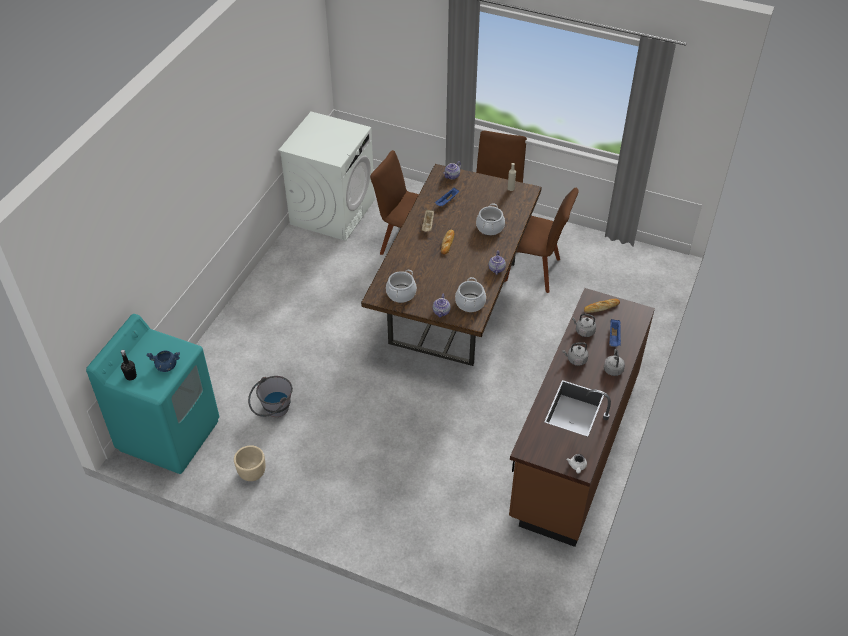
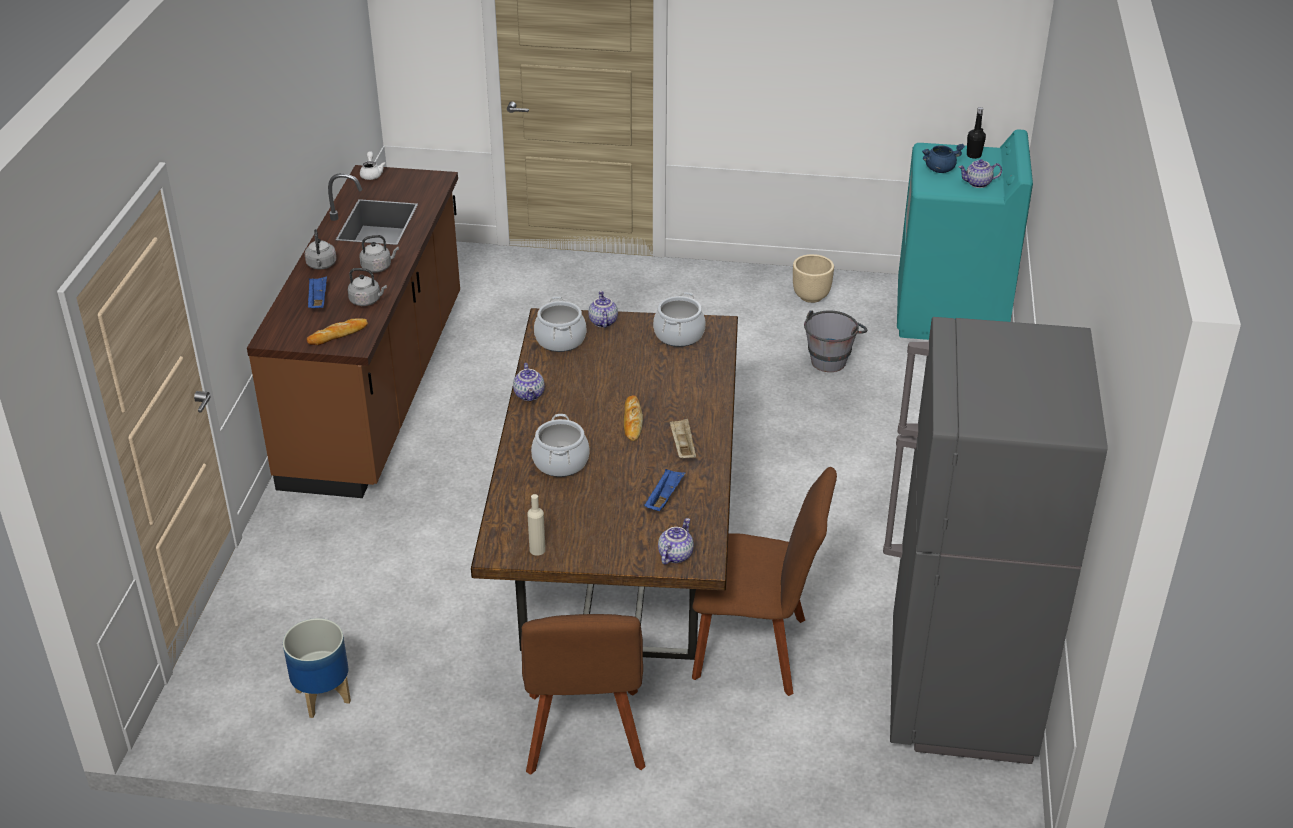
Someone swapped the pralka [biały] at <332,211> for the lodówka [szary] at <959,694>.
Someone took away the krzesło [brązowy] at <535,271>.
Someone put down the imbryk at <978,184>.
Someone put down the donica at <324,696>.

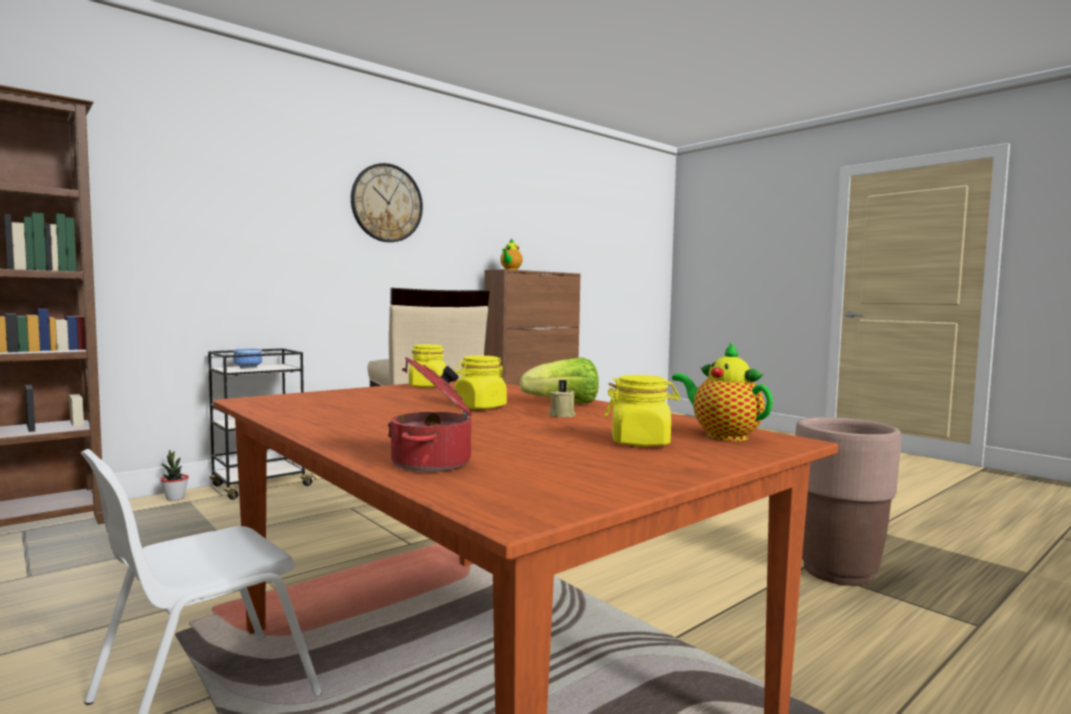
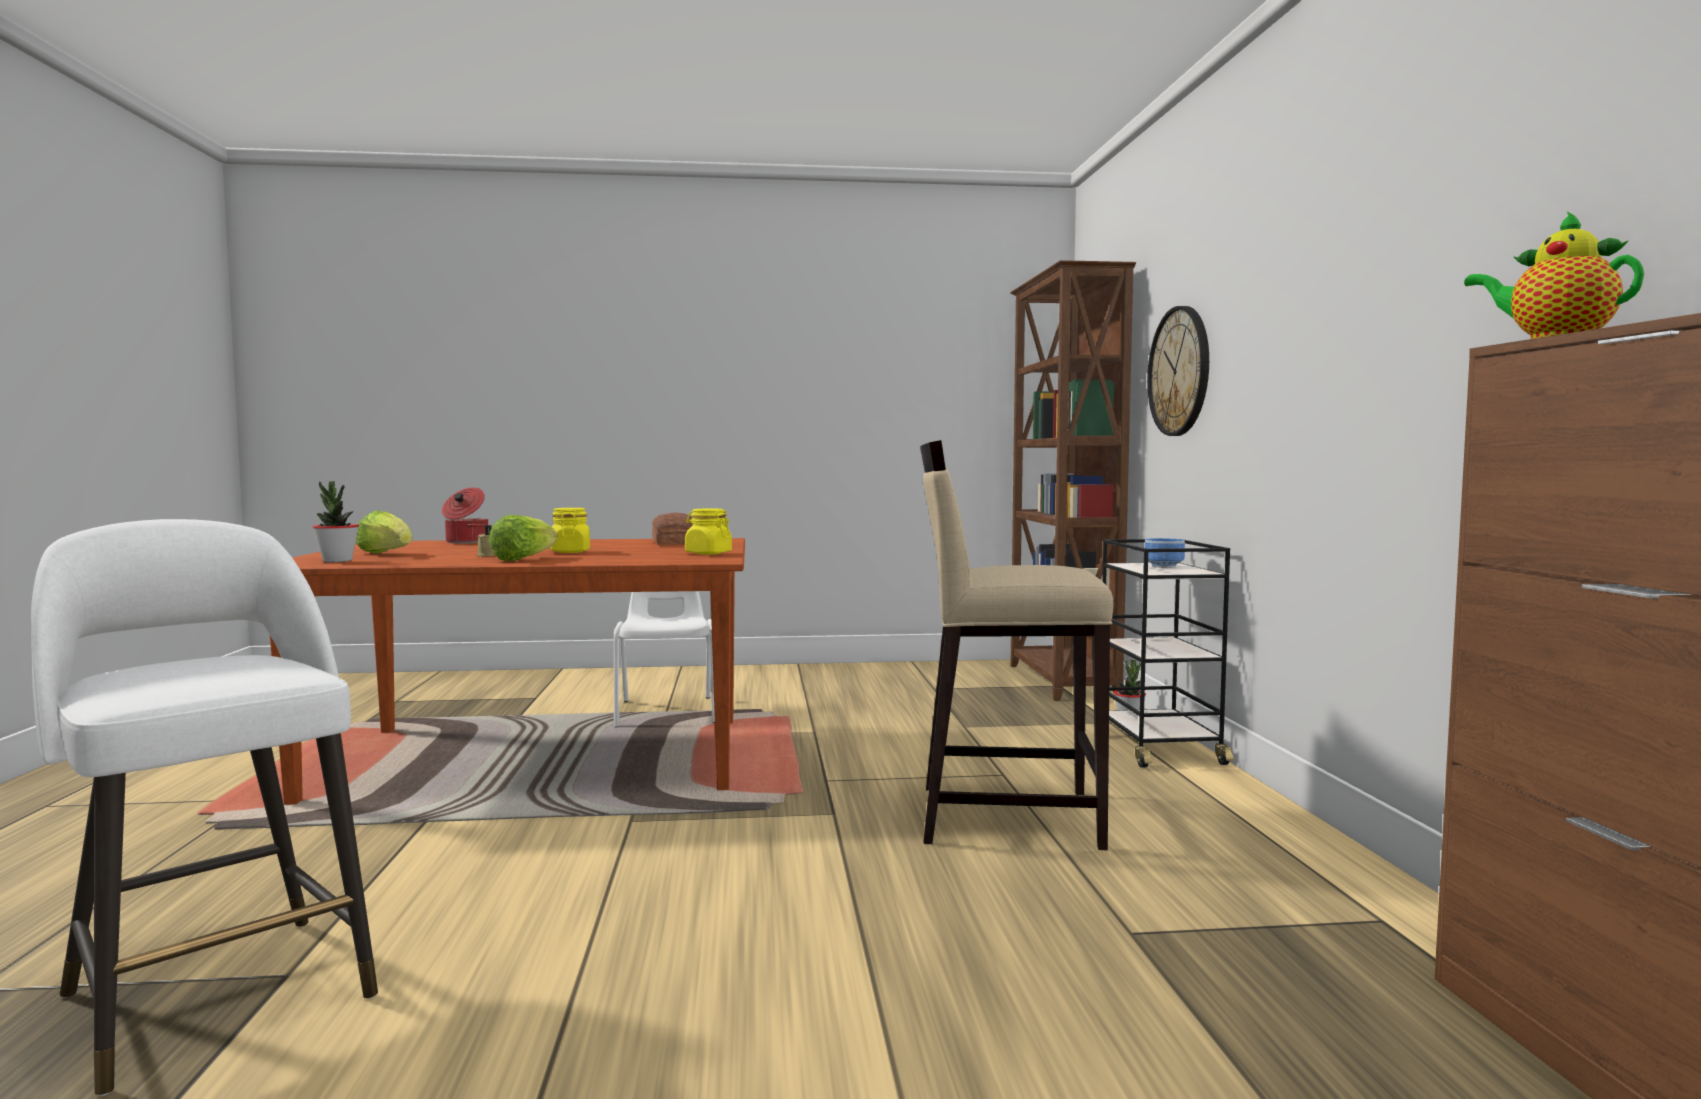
Someone carried the zegar ścienny from <387,203> to <1179,371>.
Someone swapped the imbryk at <722,435> for the roślina doniczkowa at <337,561>.
Someone swapped the słoik [żółty] at <640,442> for the sałata at <387,554>.
Someone swapped the donica [brązowy] at <837,572> for the stołek [biały] at <217,991>.
Someone put down the chleb at <676,542>.

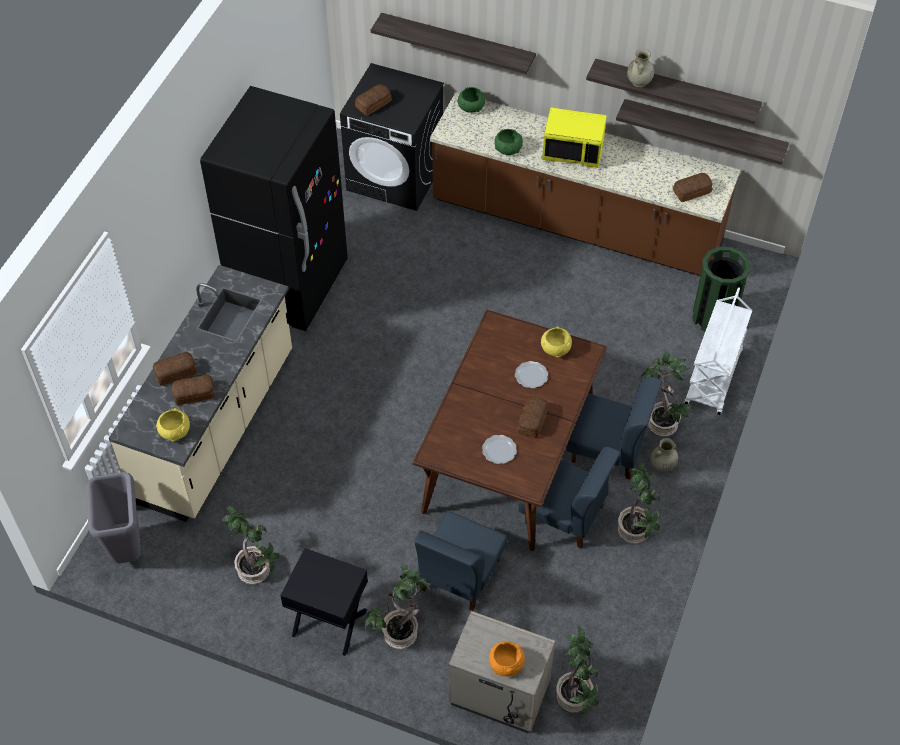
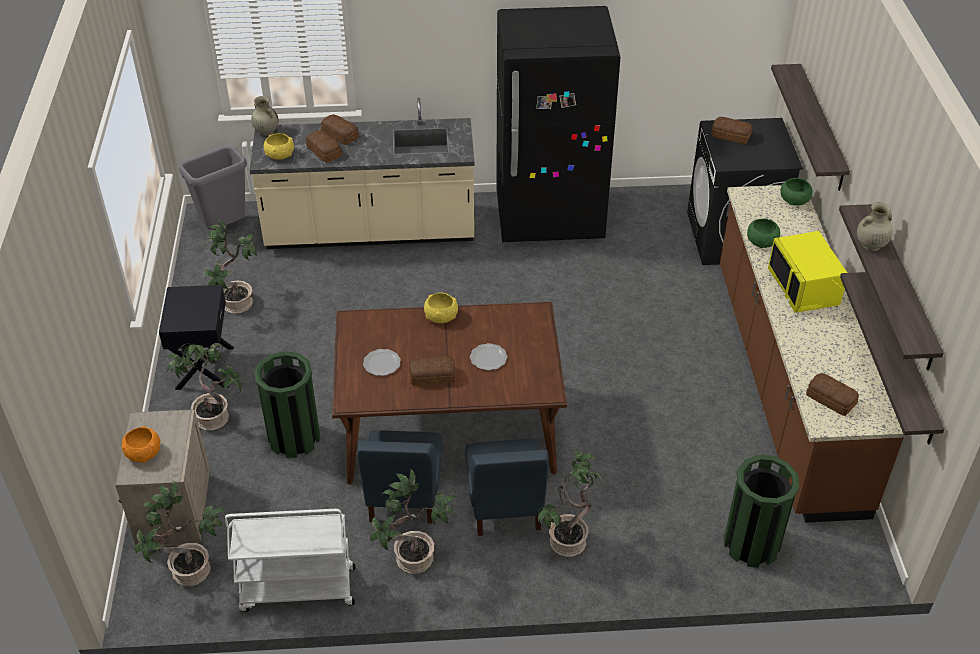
Someone carried the wózek [biały] from <713,378> to <297,590>.
Someone carried the miska [żółty] from <555,348> to <441,316>.
Someone carried the wazon [beżowy] from <662,465> to <266,131>.
Someone swapped the krzesło [niebieski] at <459,575> for the kosz na śmieci [zielony] at <294,438>.

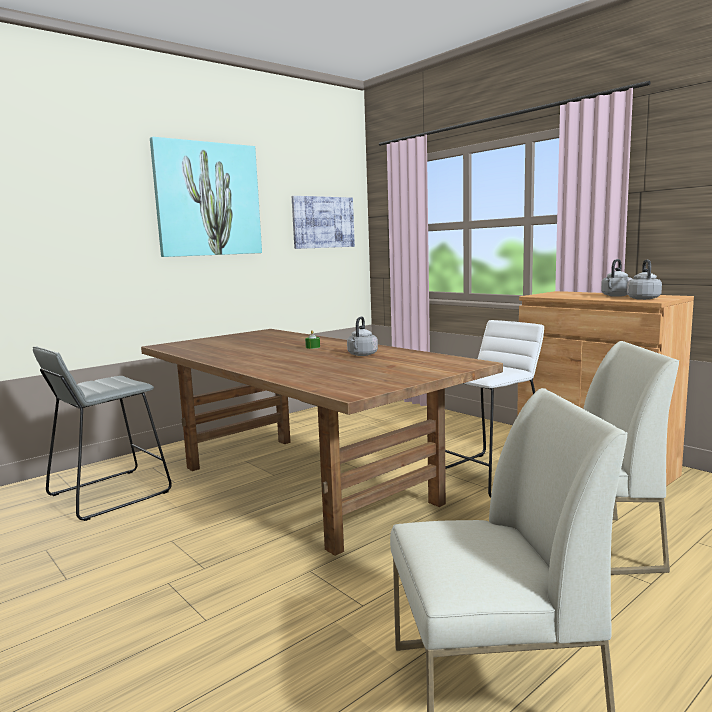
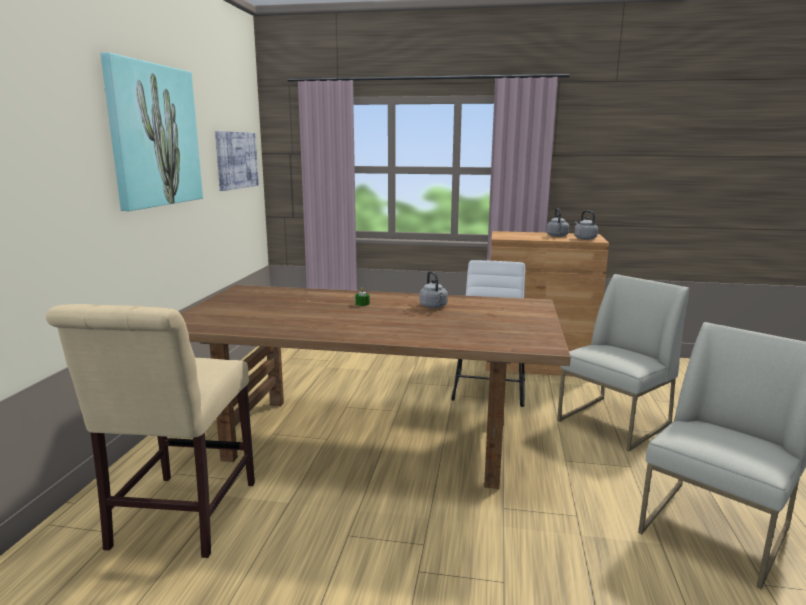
Someone swapped the stołek [szary] at <109,493> for the krzesło [beżowy] at <179,519>.

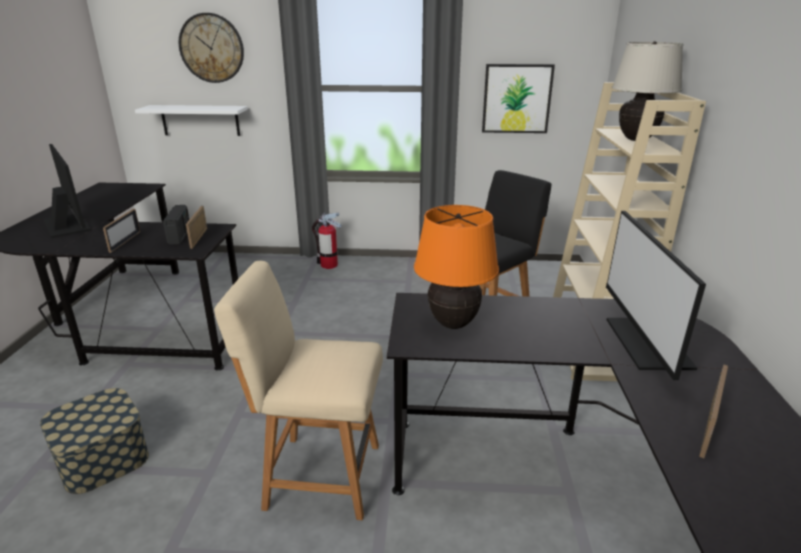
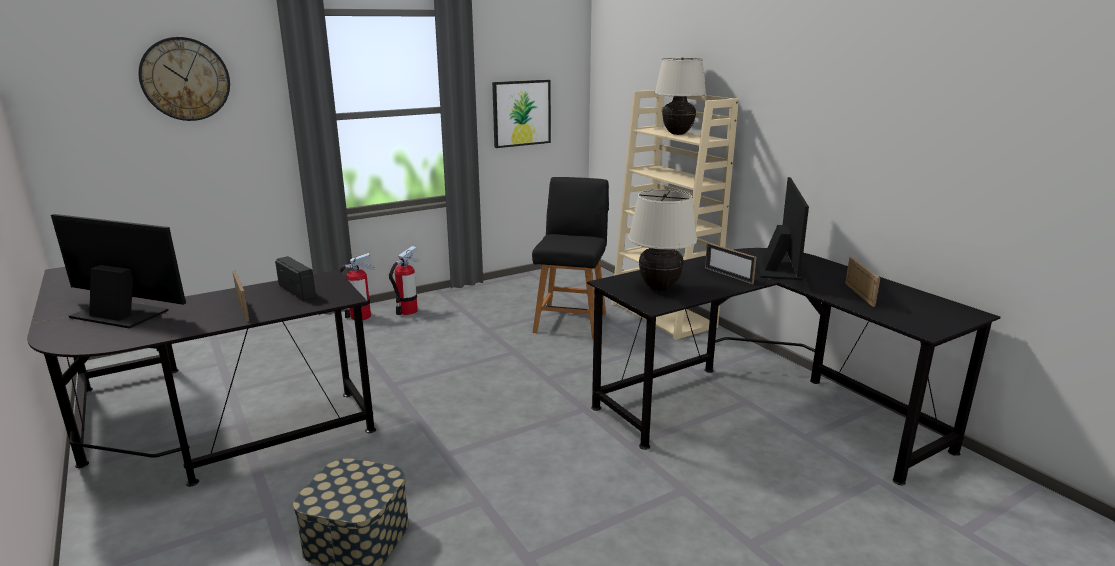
Someone took away the półka [biały] at <200,120>.
Someone repainted the lampa stołowa [pomarańczowy] at <453,324>, which became the lampa stołowa [beżowy] at <659,288>.
Someone carried the ramka na zdjęcie from <199,238> to <728,275>.
Someone rotated the monitor at <646,343> by 135 degrees counterclockwise.
Someone took away the krzesło [beżowy] at <318,475>.
Someone put down the gaśnica at <407,311>.

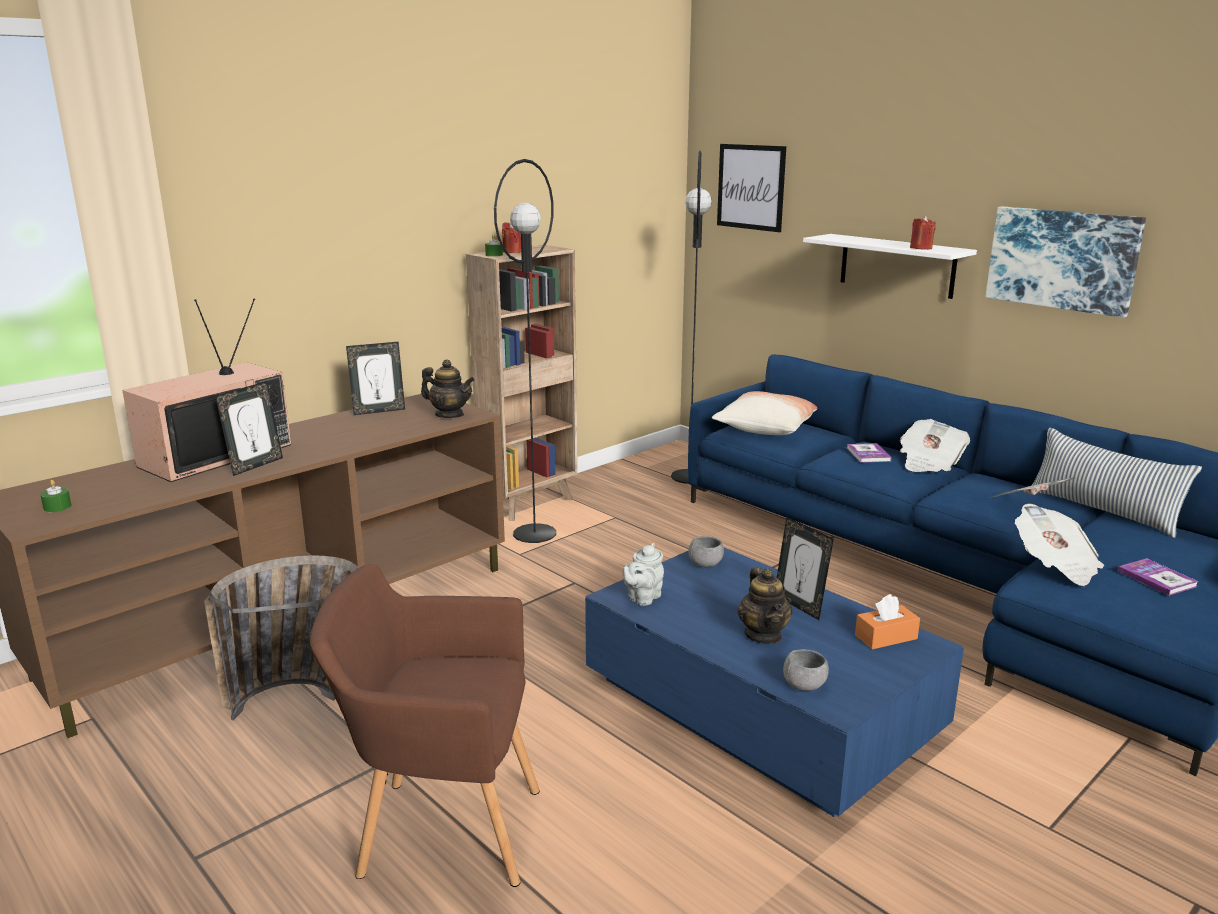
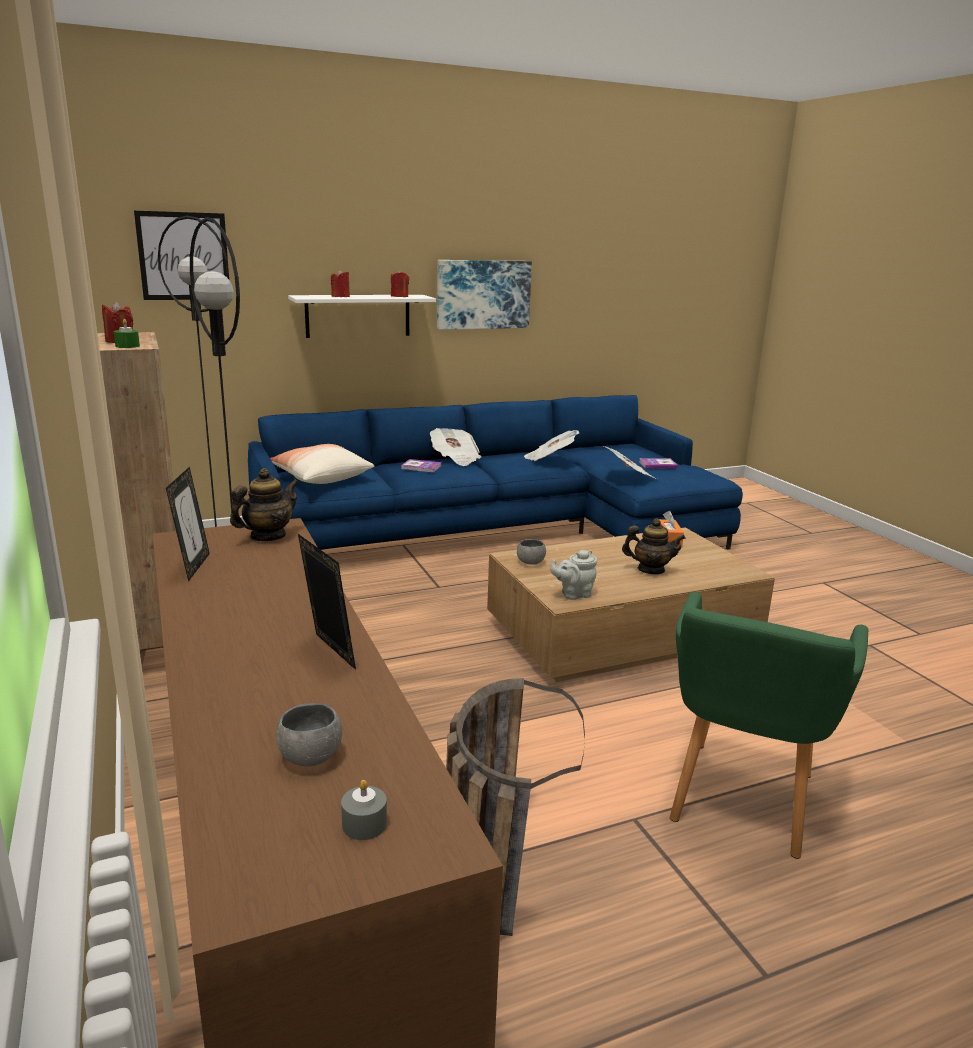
Someone took away the telewizor at <216,455>.
Someone took away the poduszka at <1102,511>.
Someone repainted the świeca [zielony] at <57,507>, which became the świeca [szary] at <364,824>.
Someone took away the ramka na zdjęcie at <799,605>.
Someone rotated the imbryk [szary] at <642,598> by 105 degrees clockwise.
Someone repainted the ława [niebieski] at <761,706>, which became the ława [brązowy] at <622,633>.
Someone repainted the fotel [brązowy] at <441,829>, which became the fotel [zielony] at <740,801>.
Someone carried the miska [szary] from <804,685> to <310,756>.
Someone put down the świeca [czerwony] at <340,296>.

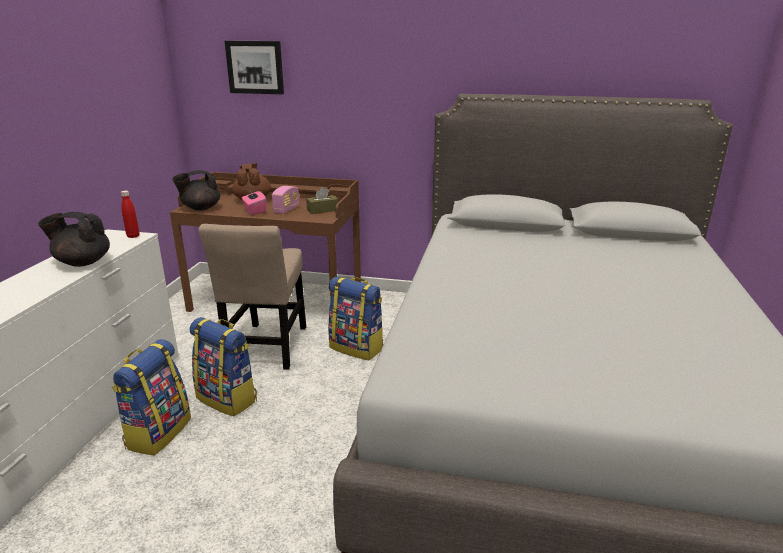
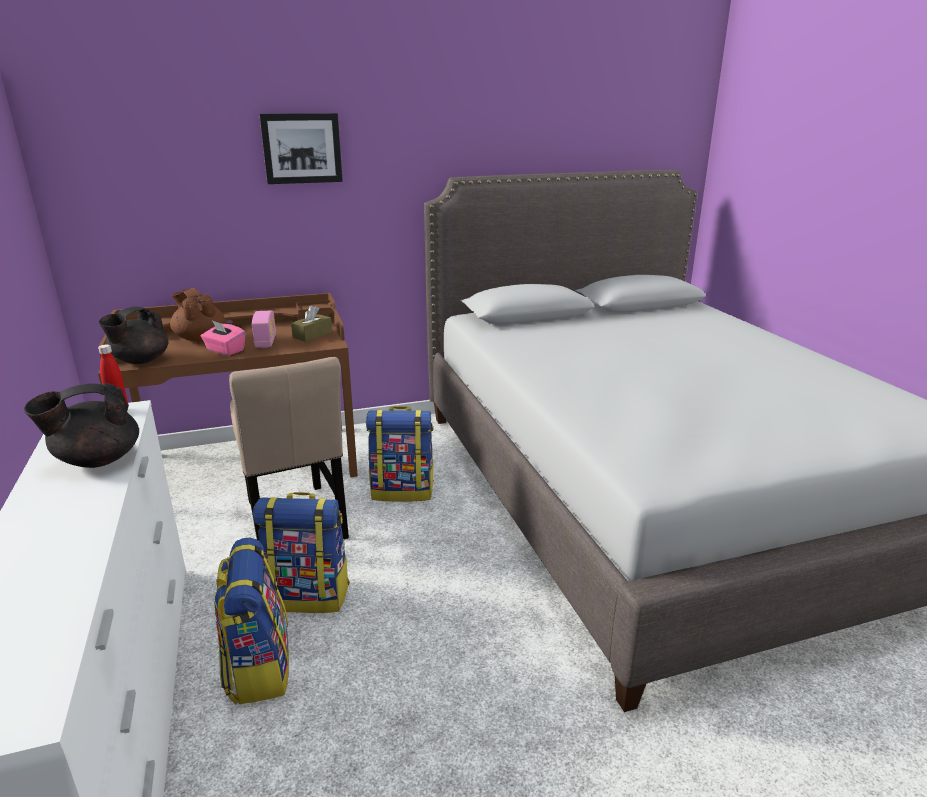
Someone carried the obraz from <255,67> to <302,148>.

